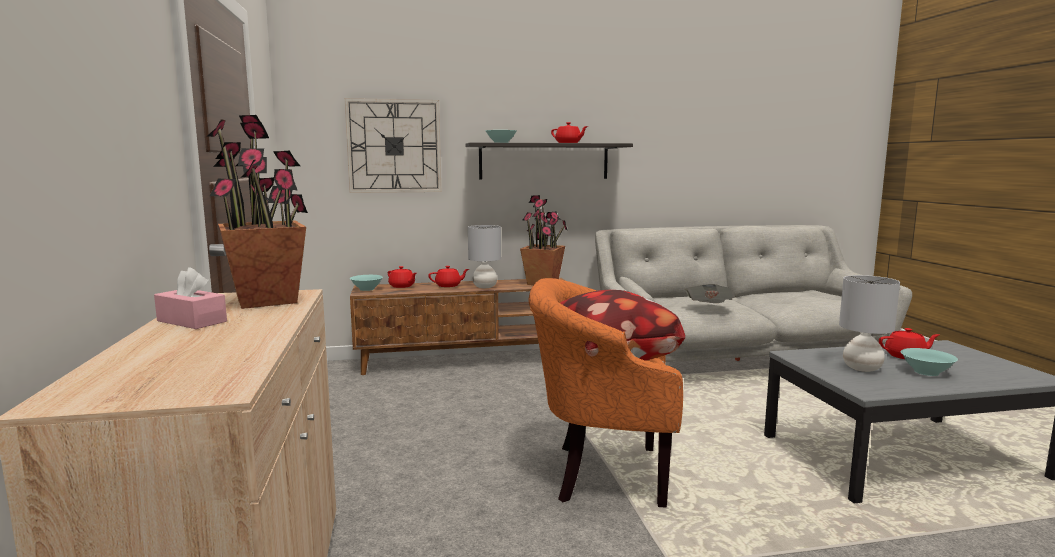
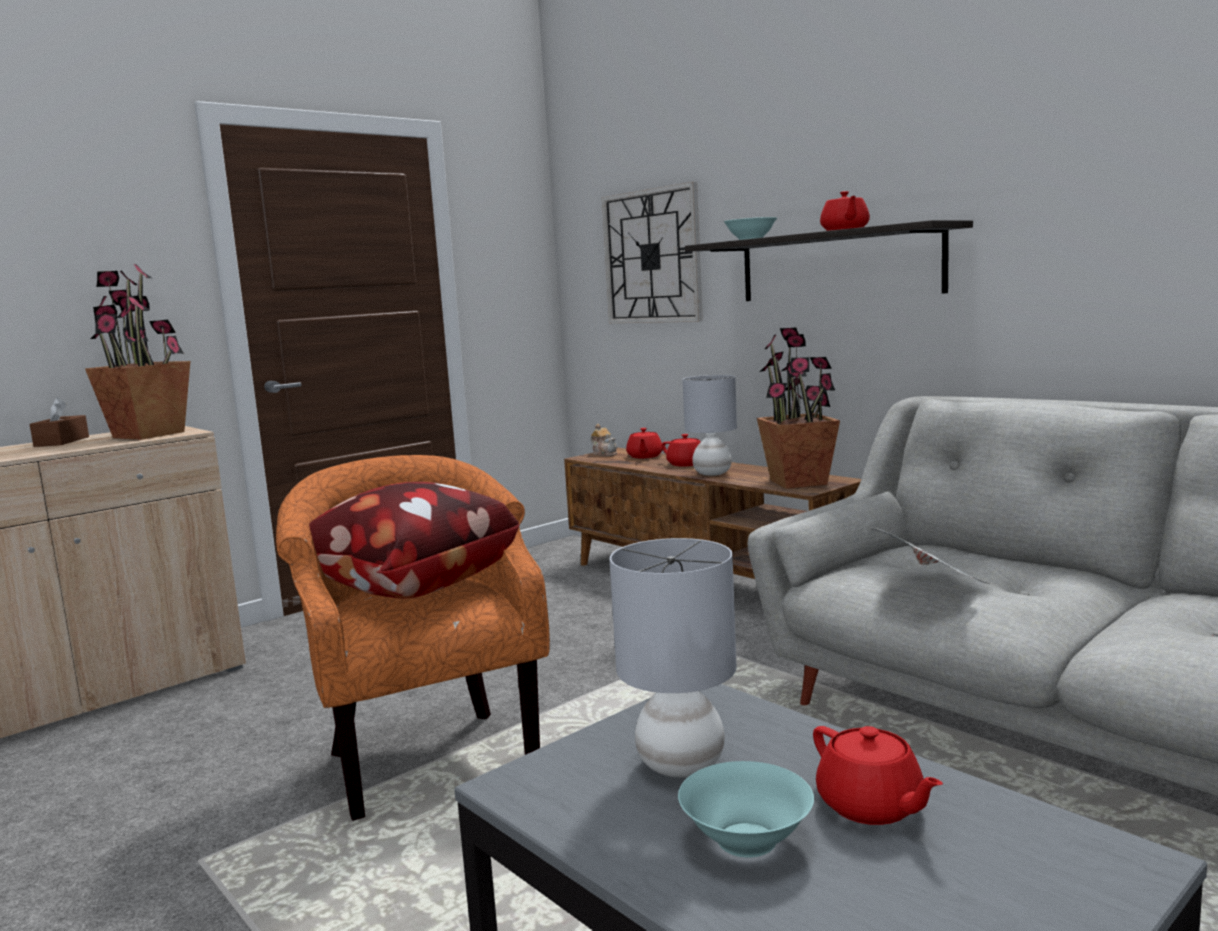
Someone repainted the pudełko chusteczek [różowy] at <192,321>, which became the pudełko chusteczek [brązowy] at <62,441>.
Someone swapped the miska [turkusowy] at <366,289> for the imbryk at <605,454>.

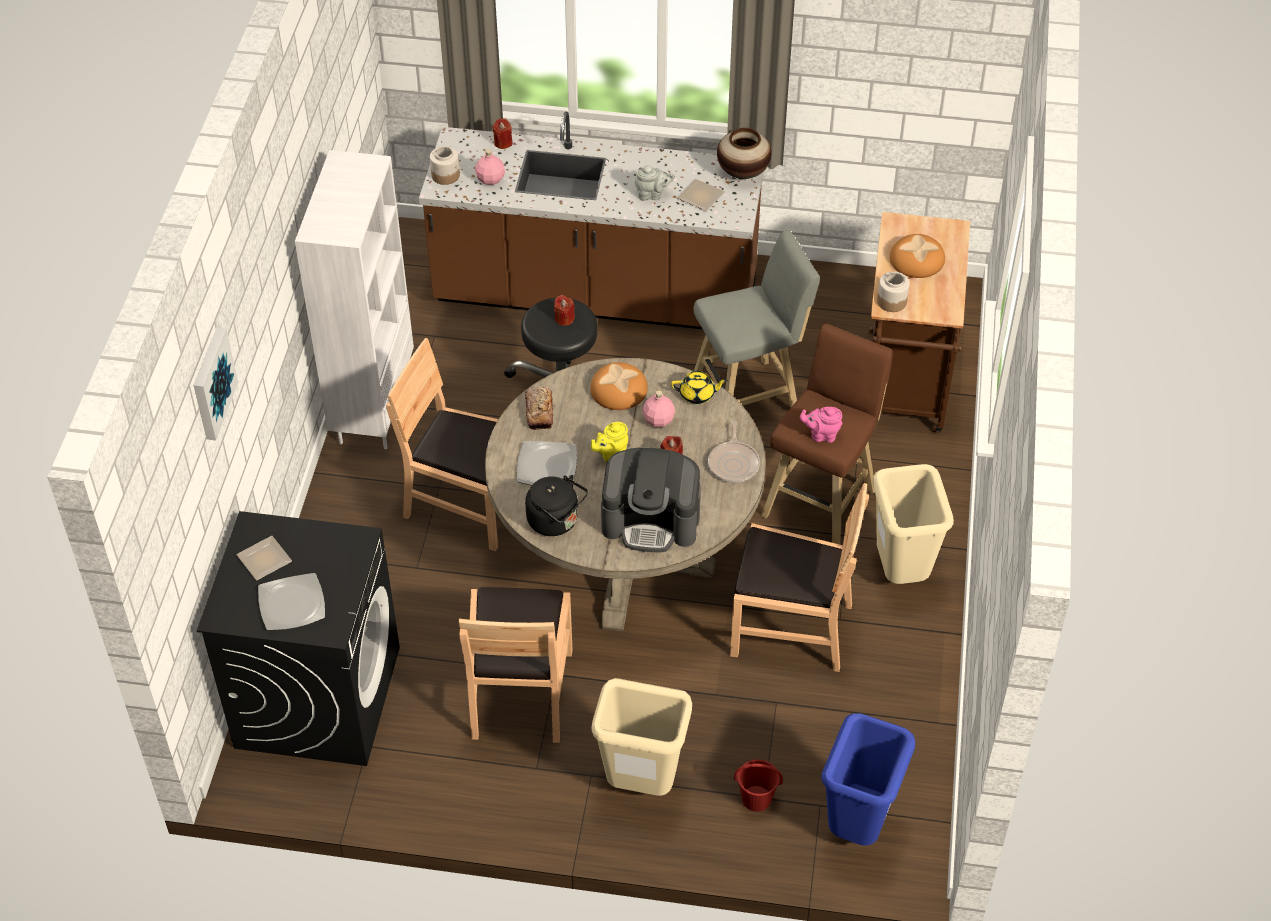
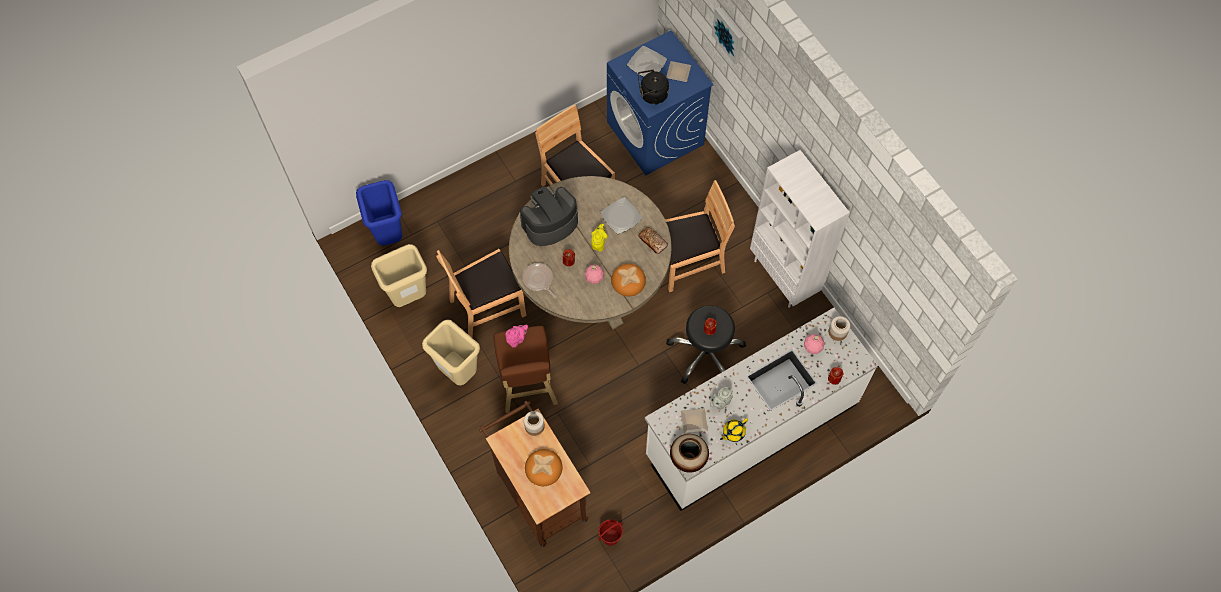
Someone repainted the zabudowa kuchenna [brązowy] at <595,296>, which became the zabudowa kuchenna [biały] at <750,429>.
Someone took away the stołek [szary] at <749,398>.
Someone carried the imbryk [żółty] from <697,394> to <733,432>.
Someone carried the czajnik [czarny] from <556,521> to <652,95>.
Someone repainted the pralka [czarny] at <317,696>, which became the pralka [niebieski] at <656,134>.
Someone carried the kosz na śmieci [beżowy] from <640,785> to <409,297>.
Someone carried the wiadro [czerwony] from <756,798> to <610,537>.

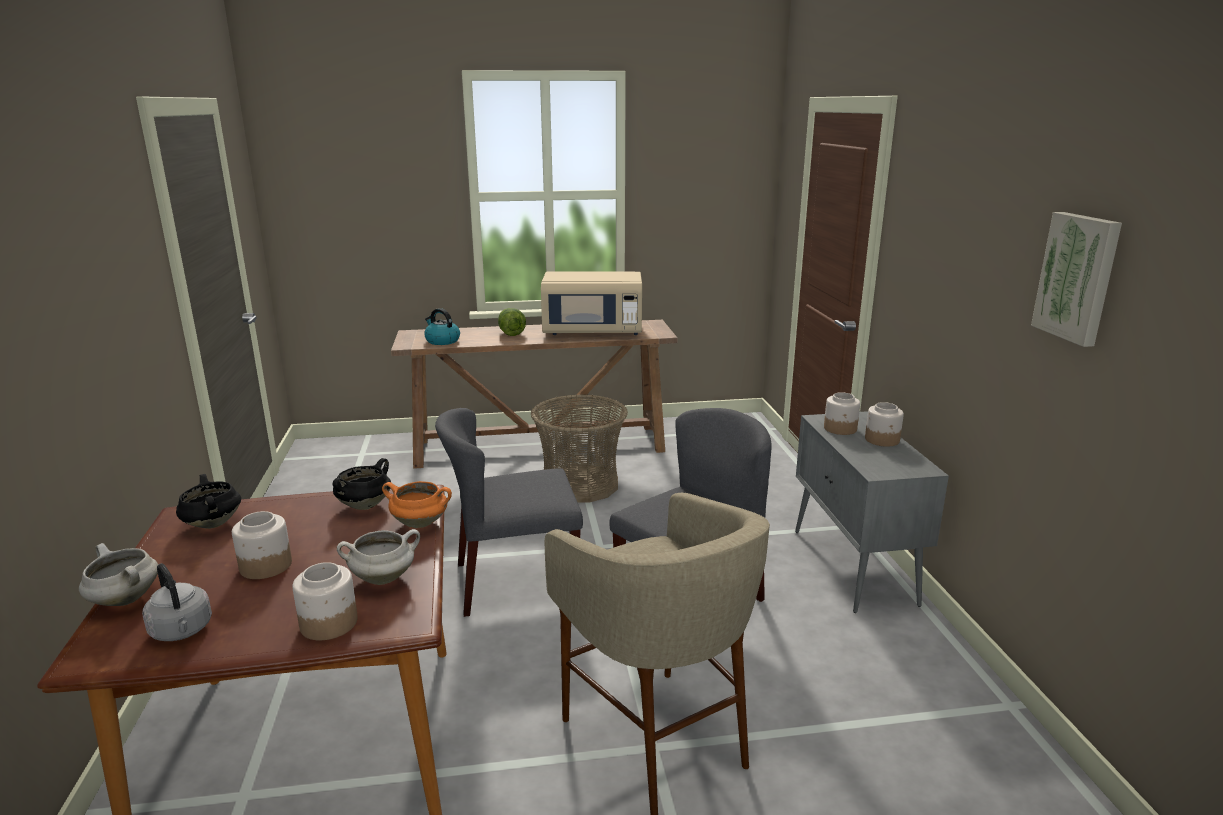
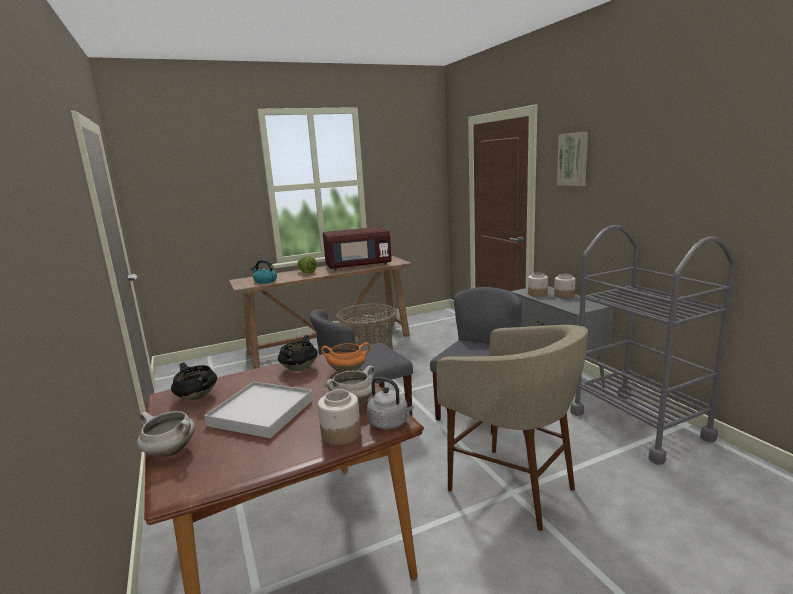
Someone carried the obraz from <1078,277> to <573,159>.
Someone repainted the mikrofalówka [beżowy] at <593,332>, which became the mikrofalówka [czerwony] at <358,266>.
Someone swapped the słoik at <265,566> for the taca [biały] at <261,412>.
Someone carried the czajnik [szary] from <182,631> to <390,423>.
Someone put down the wózek [szary] at <638,425>.

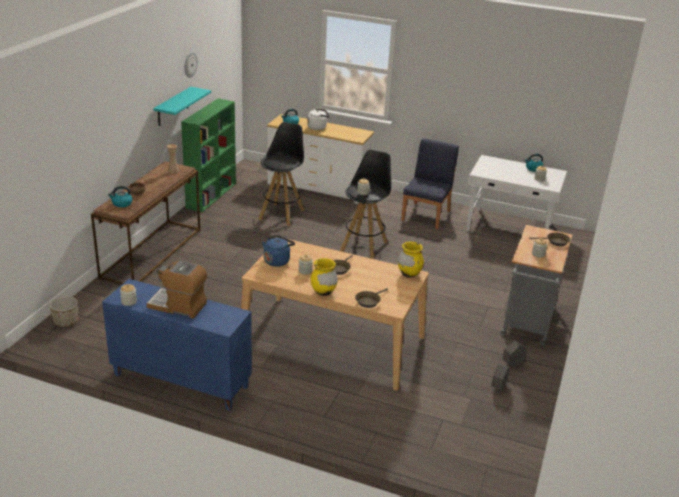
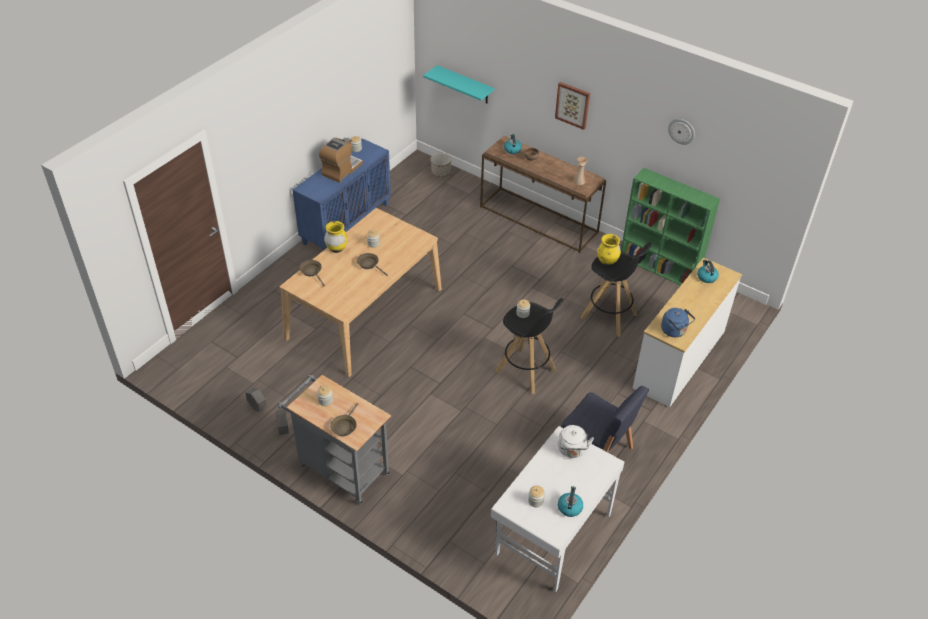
Someone carried the półka [turkusowy] from <173,106> to <465,85>.
Someone carried the czajnik [biały] from <318,127> to <572,450>.
Someone carried the czajnik [niebieski] from <277,260> to <675,331>.
Someone carried the wazon [żółty] from <409,274> to <607,261>.
Someone put up the obraz at <573,105>.

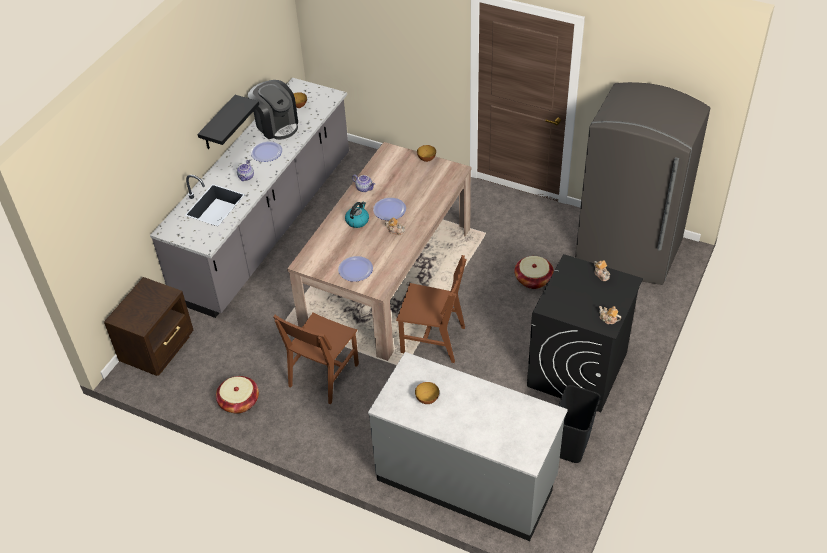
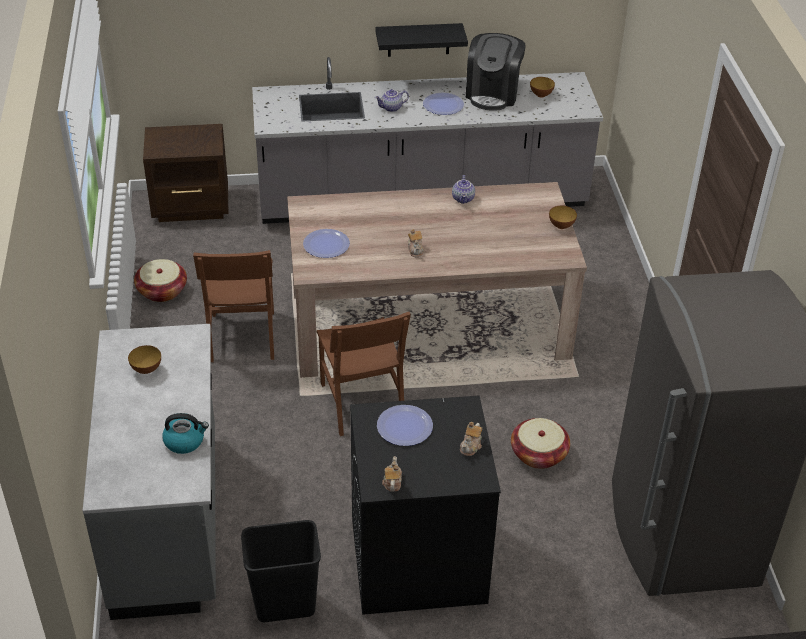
Someone carried the talerz from <389,210> to <404,426>.
Someone carried the czajnik from <357,221> to <185,441>.
Someone rotated the krzesło [brązowy] at <323,375> by 90 degrees counterclockwise.

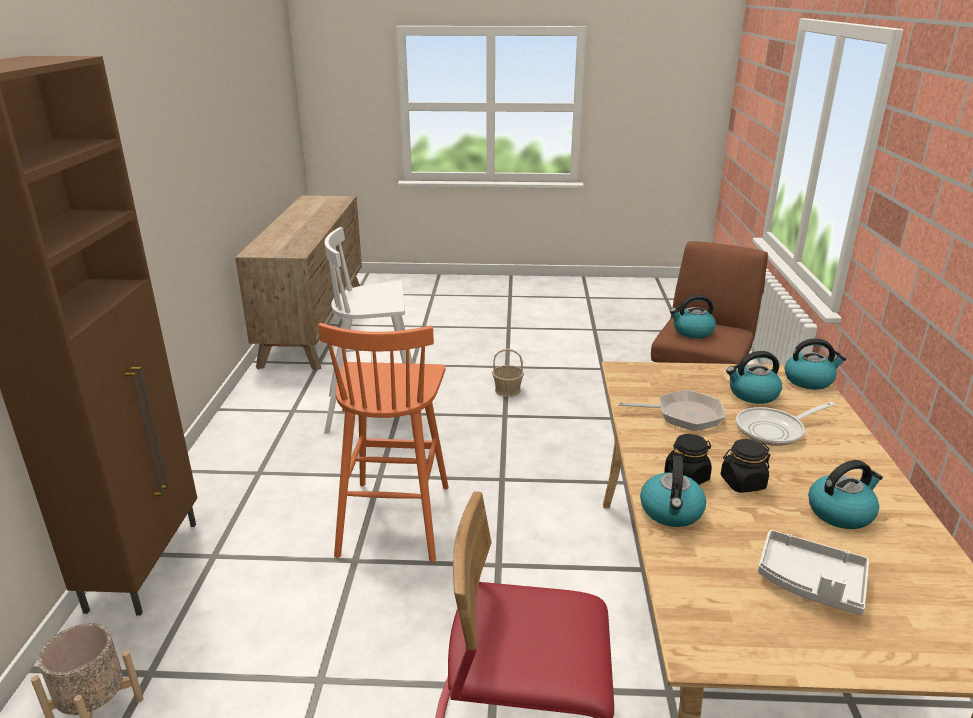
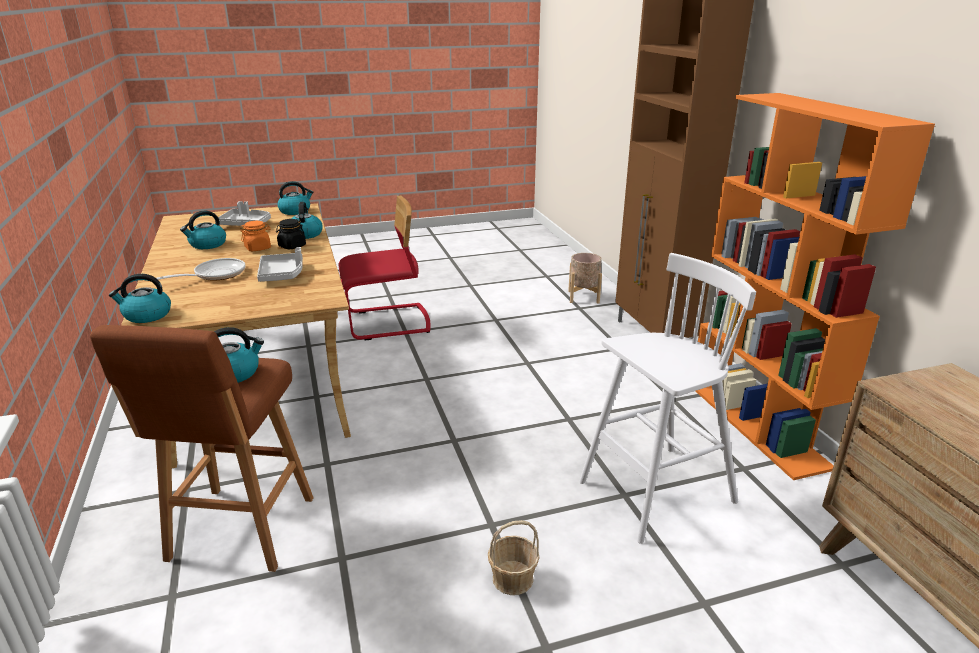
Someone took away the stołek [pomarańczowy] at <395,518>.
Someone carried the czajnik from <752,394> to <295,211>.
Someone swapped the patelnia at <683,415> for the taca [szary] at <282,274>.
Someone repainted the słoik [czarny] at <742,483>, which became the słoik [pomarańczowy] at <258,248>.
Someone put down the regał [pomarańczowy] at <757,425>.

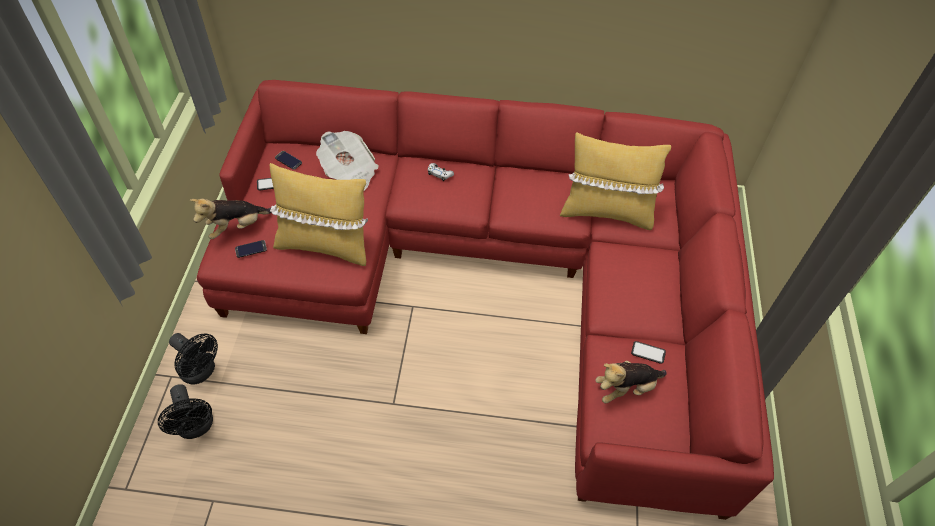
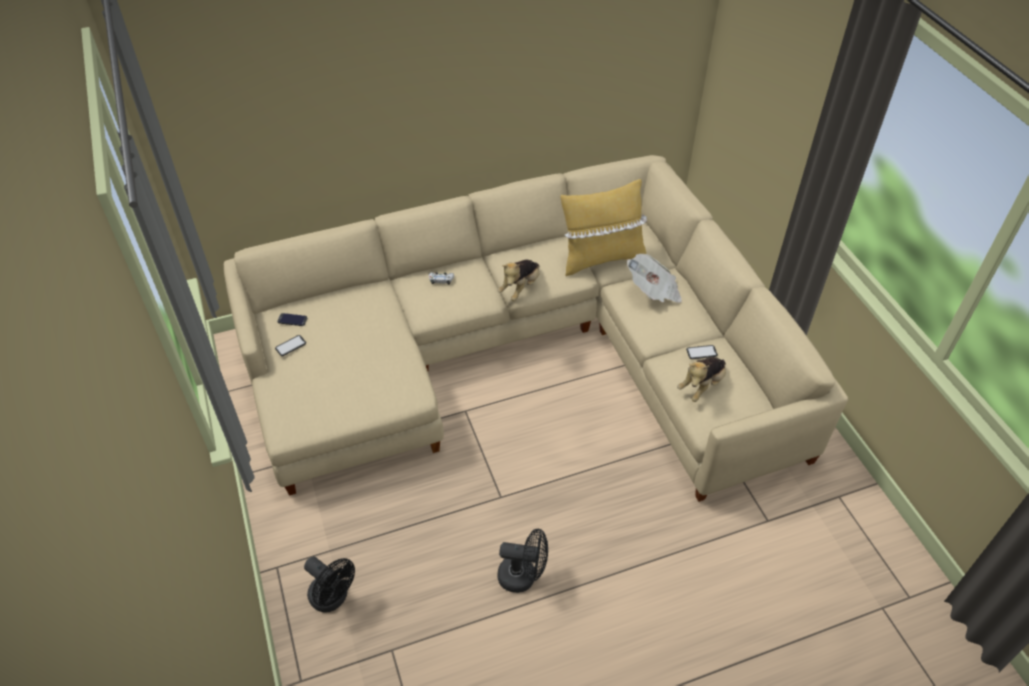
Someone repainted the kanapa [czerwony] at <498,274>, which became the kanapa [beżowy] at <523,354>.
Someone carried the gazeta from <349,172> to <653,291>.
Someone took away the poduszka [żółty] at <324,245>.
Someone carried the pluszak from <236,227> to <520,288>.
Someone took away the telefon at <251,249>.
Someone carried the wentylator [czarny] from <201,372> to <523,576>.

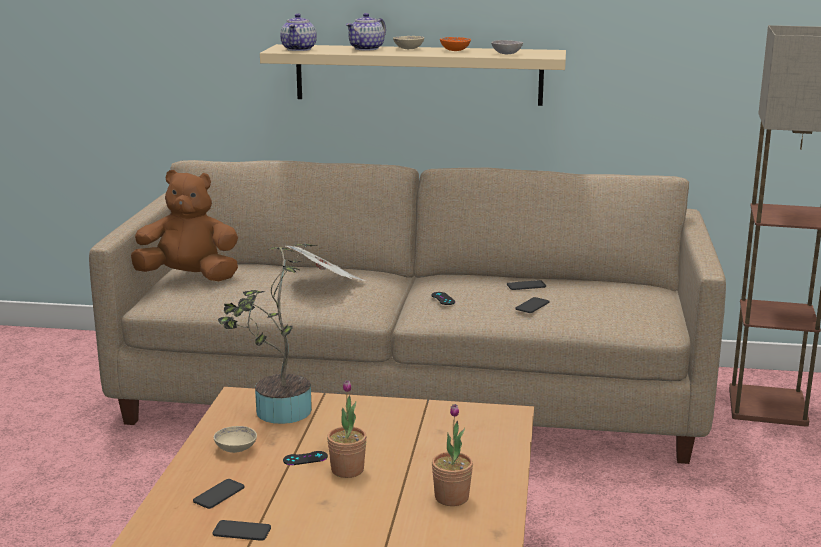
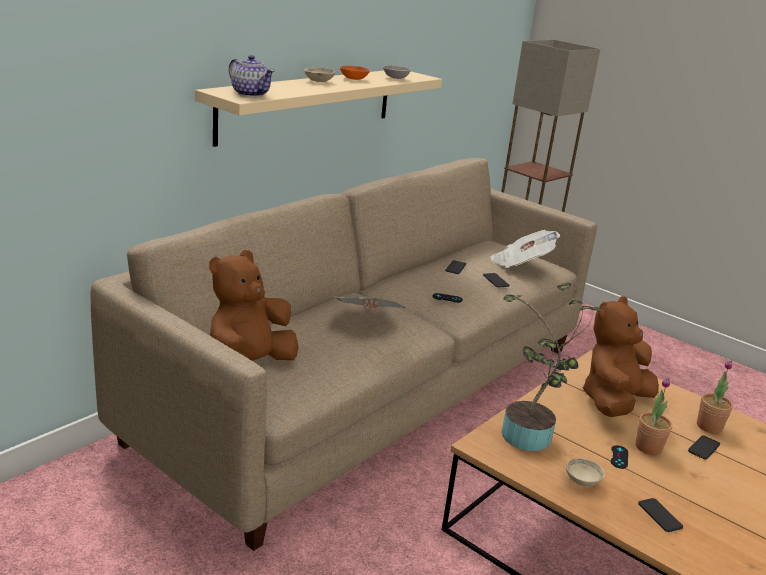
Someone took away the imbryk at <367,48>.
Someone carried the telefon from <241,531> to <704,448>.
Someone put down the gazeta at <521,264>.
Someone put down the pluszak [brązowy] at <613,402>.

